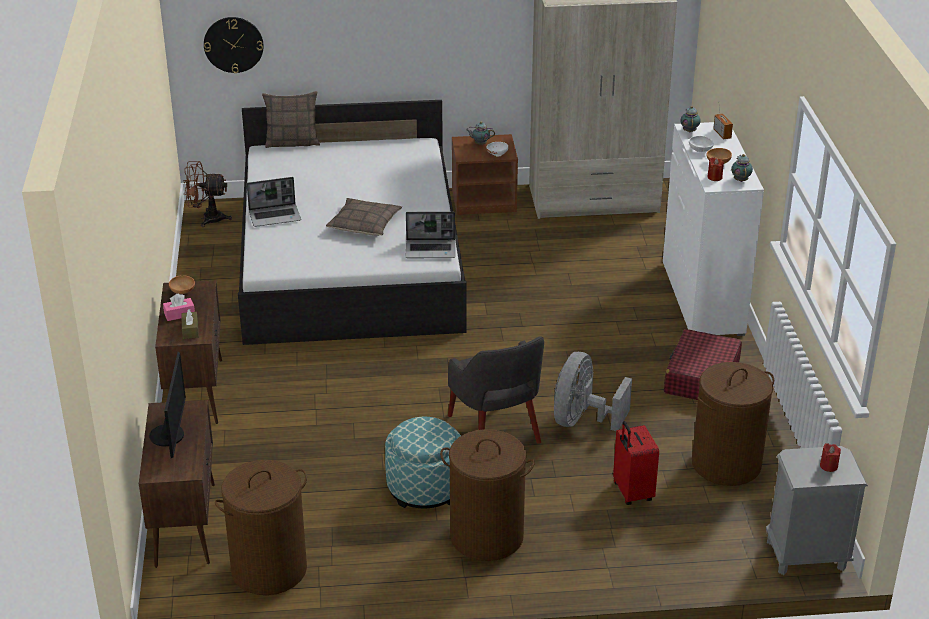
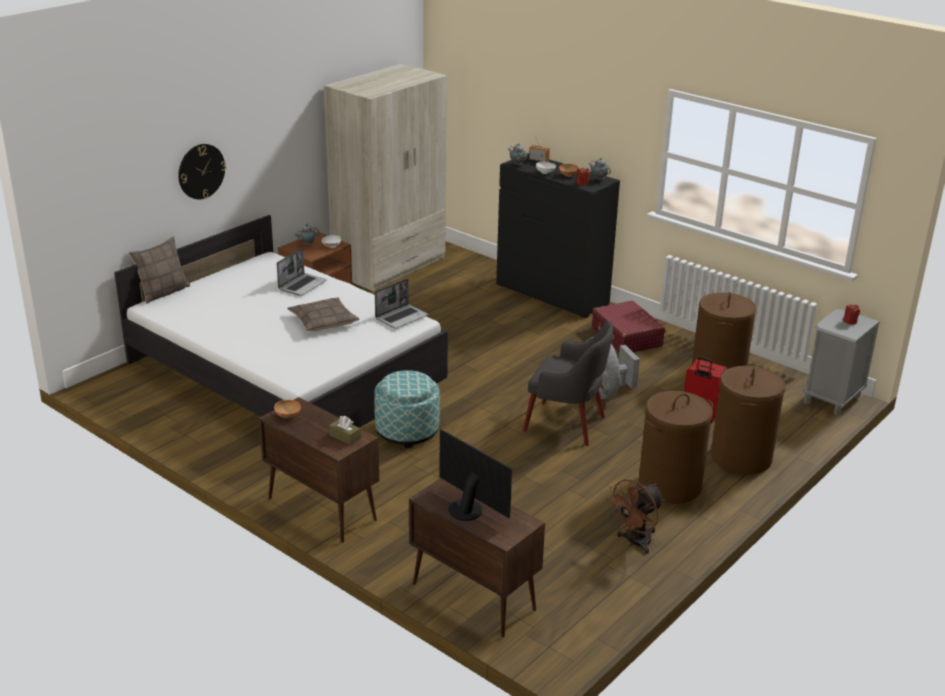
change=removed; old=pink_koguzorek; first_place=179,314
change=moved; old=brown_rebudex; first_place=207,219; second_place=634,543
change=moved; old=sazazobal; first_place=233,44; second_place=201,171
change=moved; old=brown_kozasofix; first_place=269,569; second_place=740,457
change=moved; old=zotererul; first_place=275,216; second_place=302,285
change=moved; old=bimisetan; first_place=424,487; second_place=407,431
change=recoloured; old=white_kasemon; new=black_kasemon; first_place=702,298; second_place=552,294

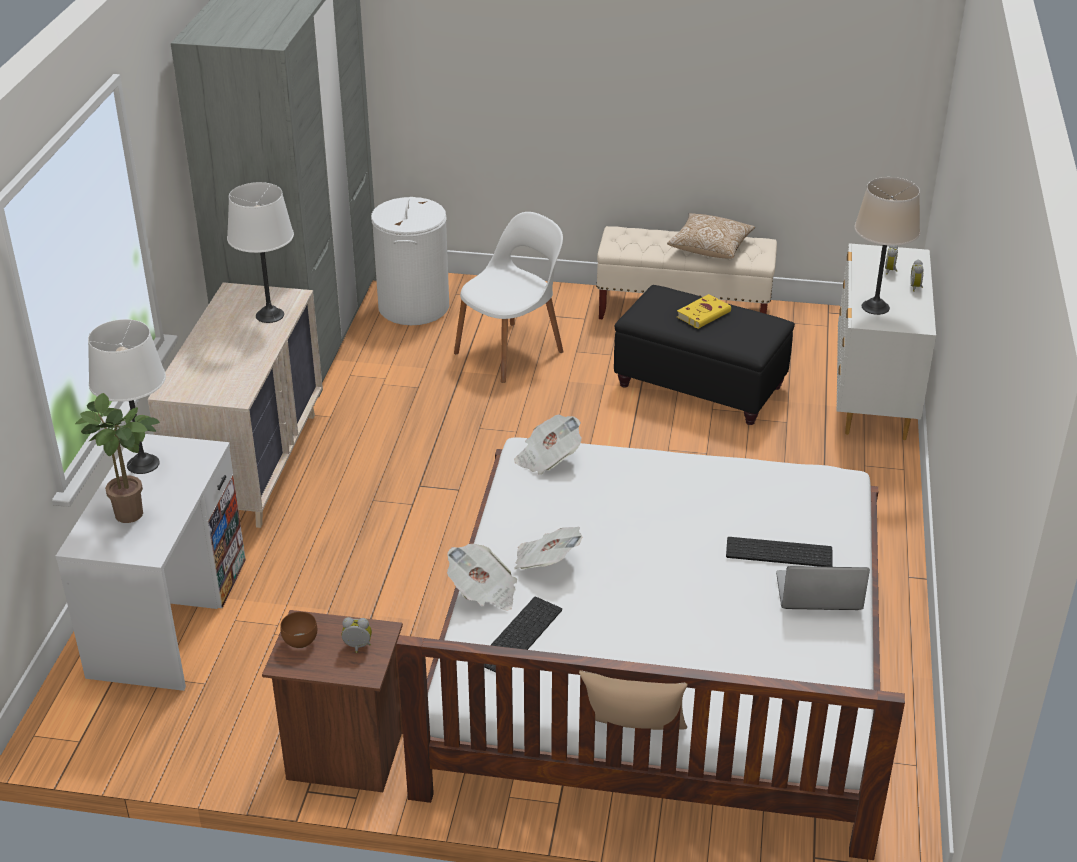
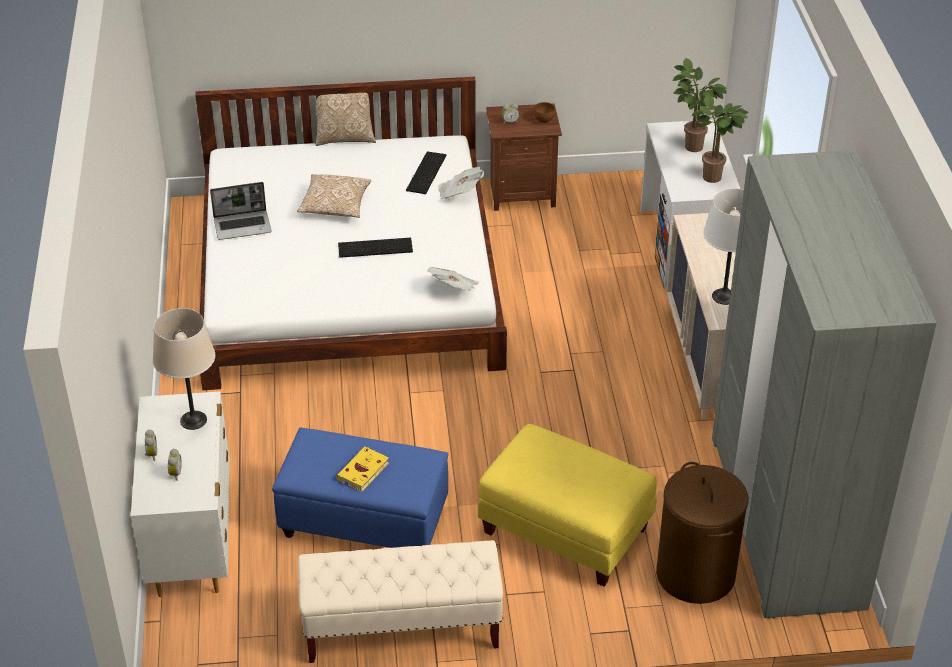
change=replaced; old=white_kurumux; new=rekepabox; first_place=143,464; second_place=715,177
change=recoloured; old=white_kozasofix; new=brown_kozasofix; first_place=413,307; second_place=696,574
change=replaced; old=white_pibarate; new=yellow_bimisetan; first_place=511,351; second_place=564,531
change=removed; old=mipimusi; first_place=546,562
change=recoloured; old=black_bimisetan; new=blue_bimisetan; first_place=701,386; second_place=363,521
change=moved; old=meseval; first_place=710,247; second_place=335,206
change=moved; old=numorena; first_place=778,553; second_place=376,247

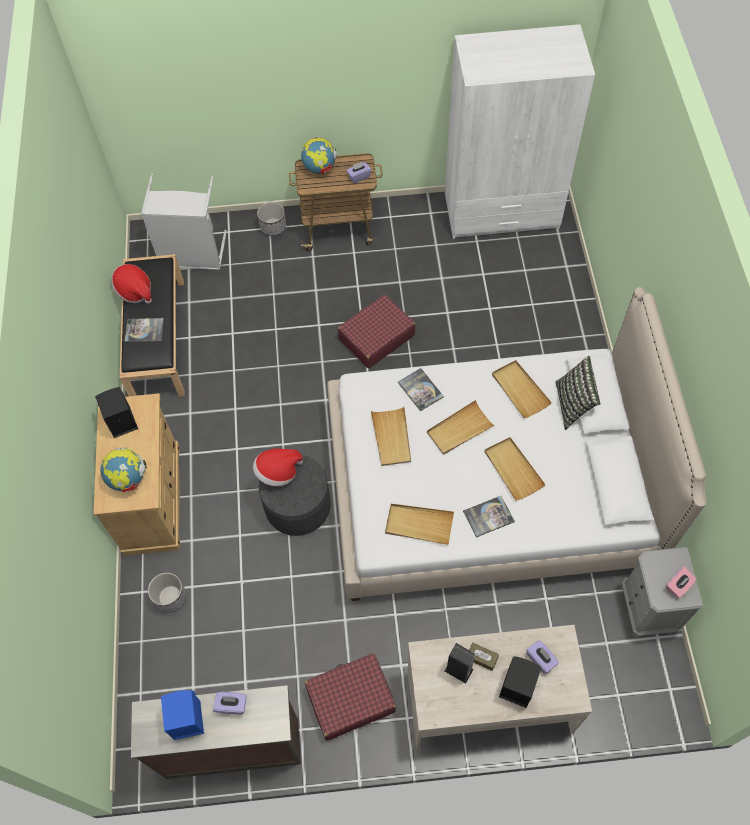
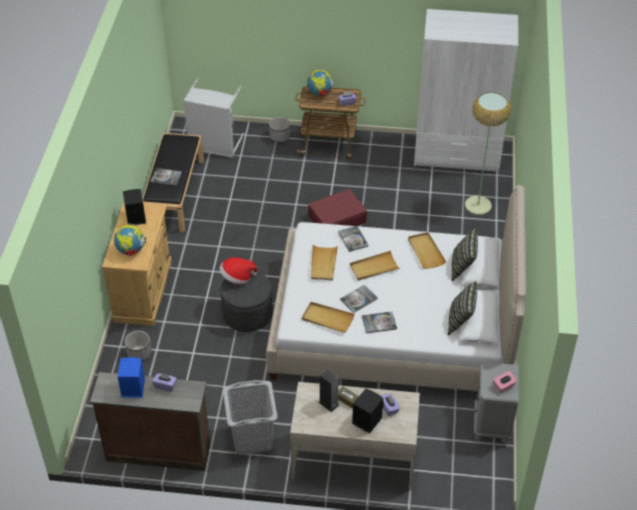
change=removed; old=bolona; first_place=134,291
change=replaced; old=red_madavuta; new=grey_kozasofix; first_place=350,699; second_place=251,439
change=removed; old=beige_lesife; first_place=513,469
change=added; new=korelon; second_place=358,299
change=added; new=meseval; second_place=460,320
change=added; new=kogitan; second_place=478,205

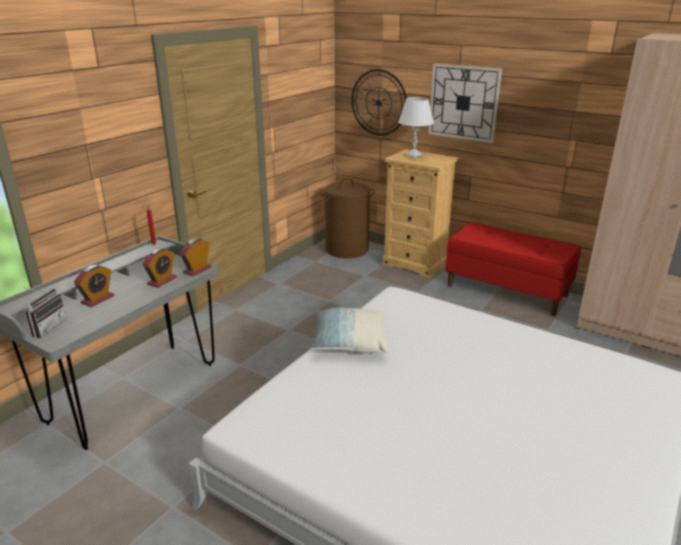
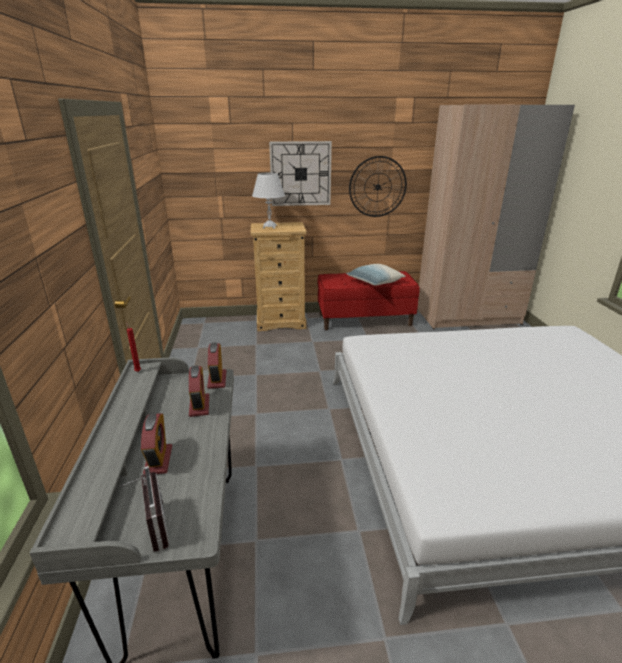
change=moved; old=meseval; first_place=349,342; second_place=374,282
change=removed; old=brown_kozasofix; first_place=347,249
change=moved; old=sazazobal; first_place=378,102; second_place=377,187

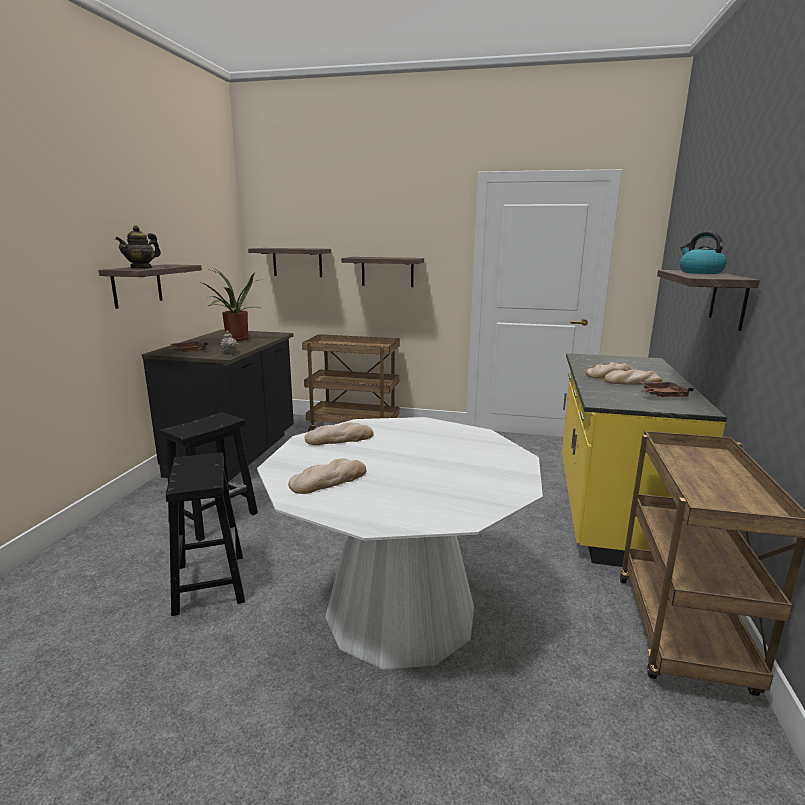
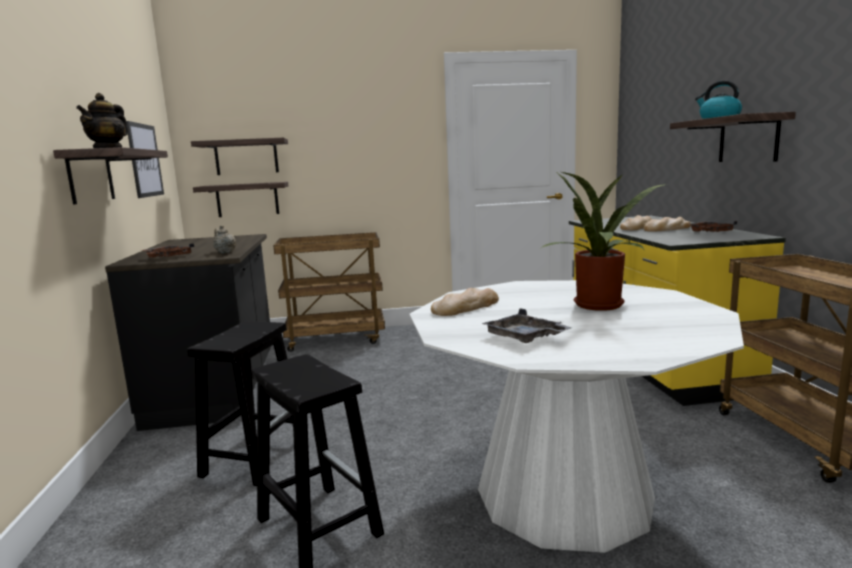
change=moved; old=rekepabox; first_place=235,339; second_place=601,306
change=replaced; old=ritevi; new=grey_lesife; first_place=328,480; second_place=525,338
change=moved; old=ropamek; first_place=387,271; second_place=247,199
change=added; new=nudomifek; second_place=145,160

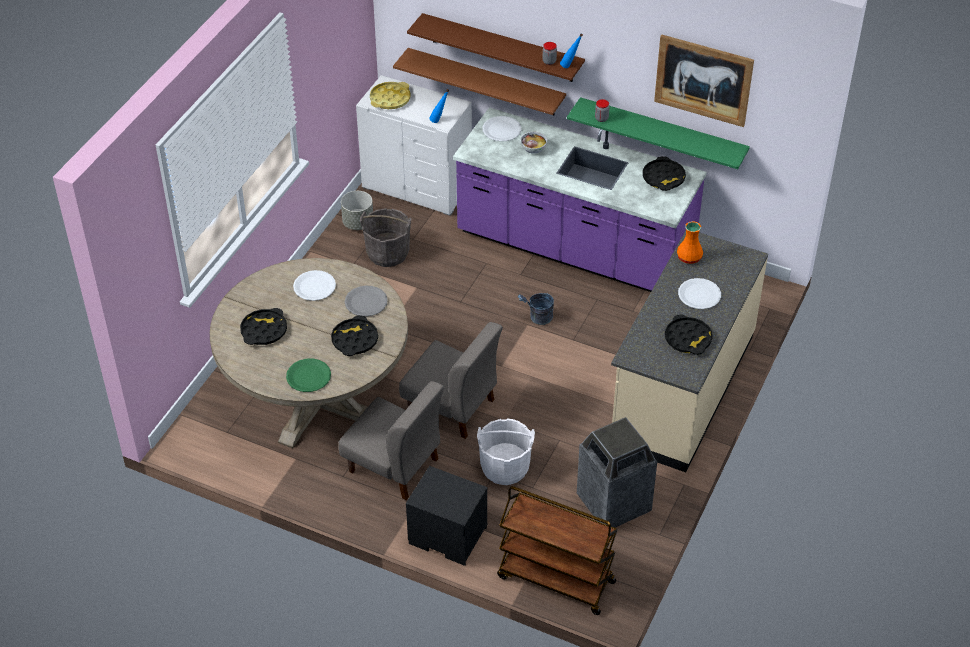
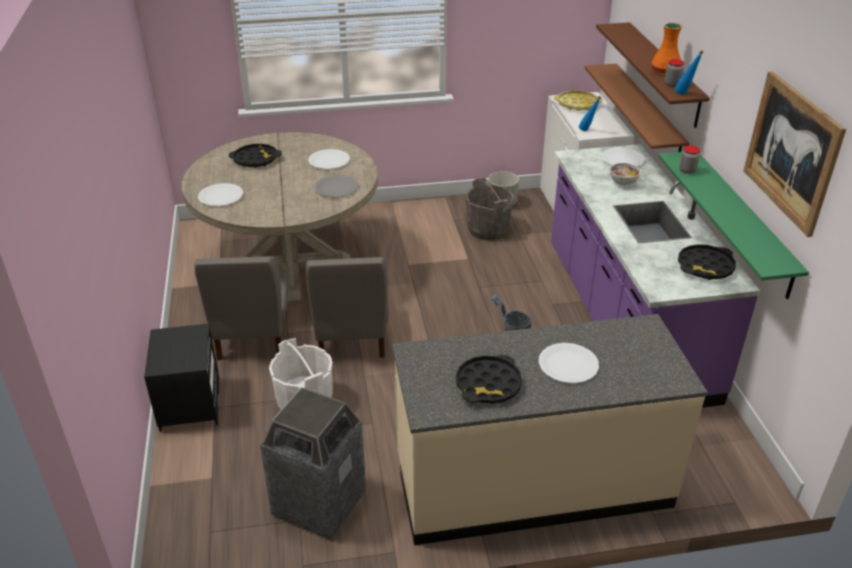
change=recoloured; old=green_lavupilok; new=white_lavupilok; first_place=308,376; second_place=221,196
change=removed; old=black_lesife; first_place=354,340
change=removed; old=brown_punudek; first_place=555,579
change=moved; old=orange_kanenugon; first_place=688,257; second_place=664,71

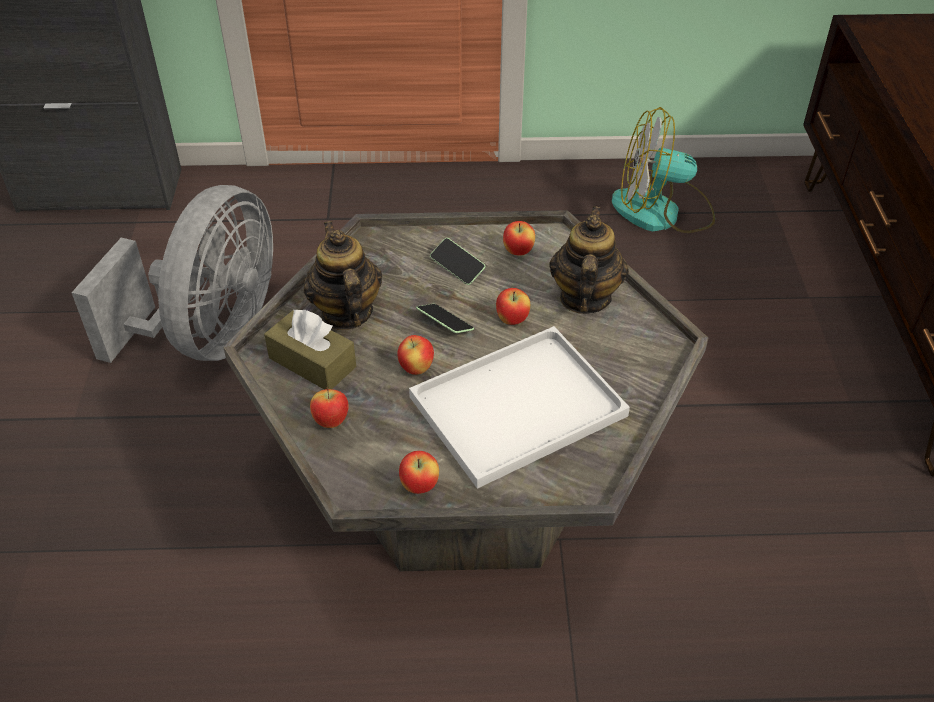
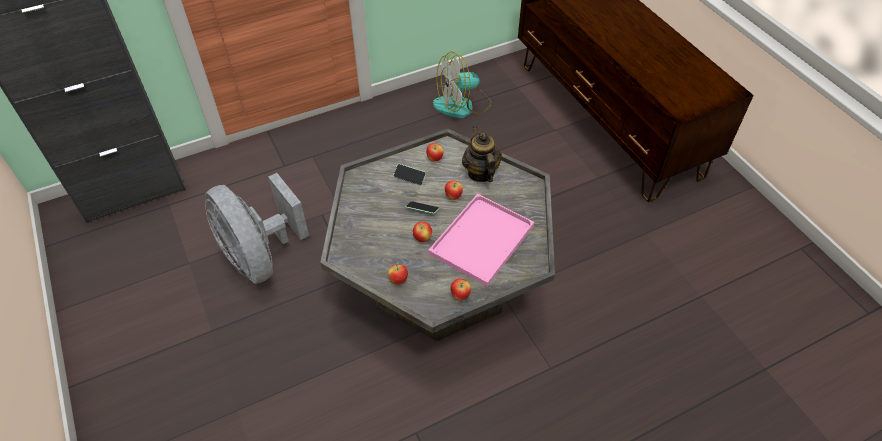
change=turned; old=grey_rebudex; first_place=211,336; second_place=260,256; degrees=150
change=removed; old=brown_koguzorek; first_place=312,362
change=removed; old=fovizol; first_place=346,313
change=recoloured; old=white_lesife; new=pink_lesife; first_place=515,409; second_place=481,241

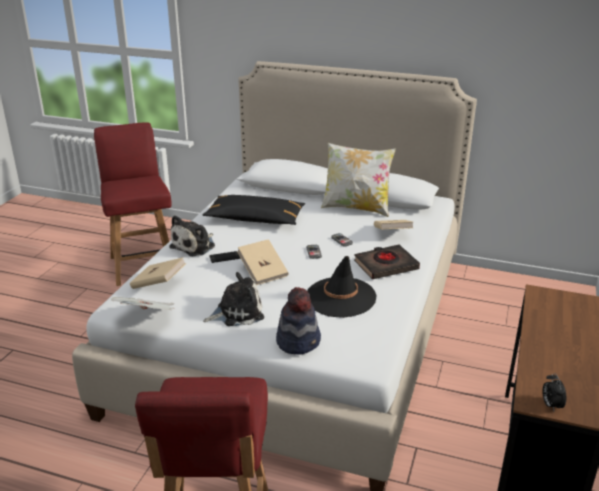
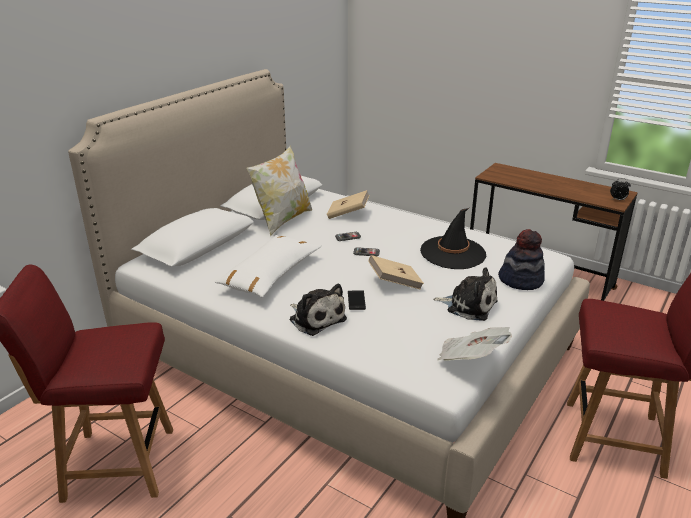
change=removed; old=beige_korelon; first_place=159,284
change=recoloured; old=black_meseval; new=white_meseval; first_place=255,219; second_place=270,275
change=turned; old=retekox; first_place=237,312; second_place=468,305; degrees=120
change=removed; old=black_korelon; first_place=386,265

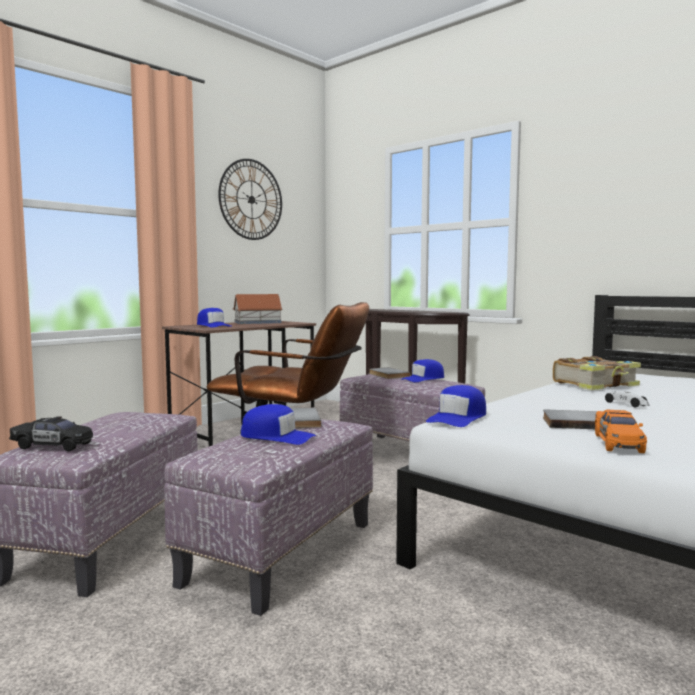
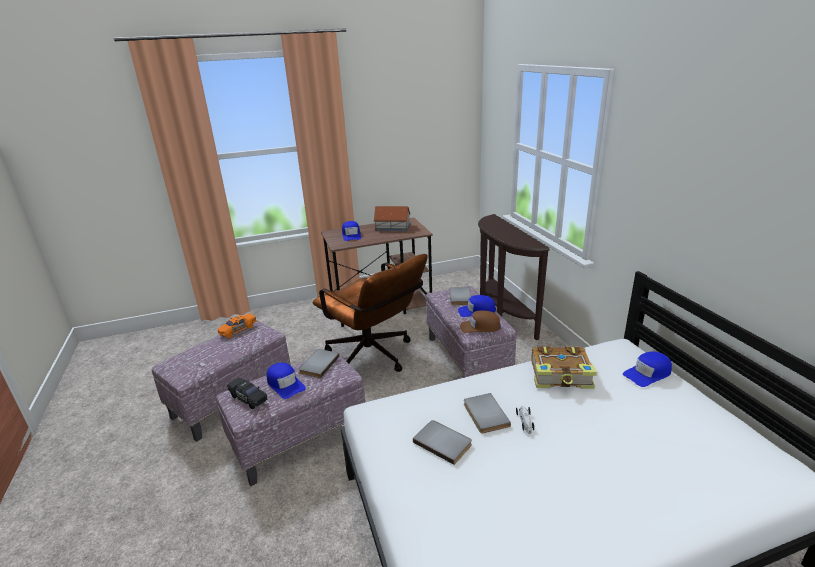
change=moved; old=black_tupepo; first_place=53,446; second_place=248,398
change=removed; old=sazazobal; first_place=251,199
change=moved; old=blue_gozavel; first_place=458,418; second_place=648,374
change=moved; old=orange_tupepo; first_place=618,443; second_place=238,330
change=added; new=brown_gozavel; second_place=480,327
change=added; new=grey_korelon; second_place=484,415

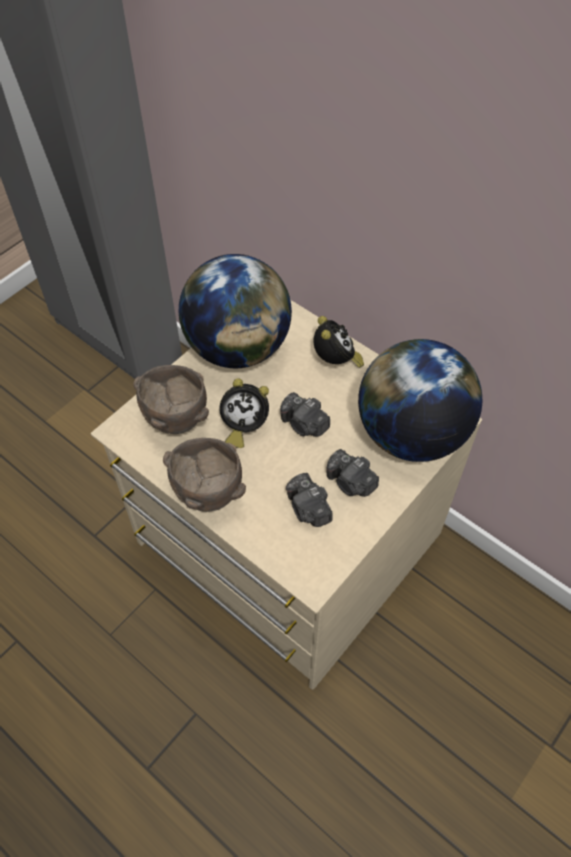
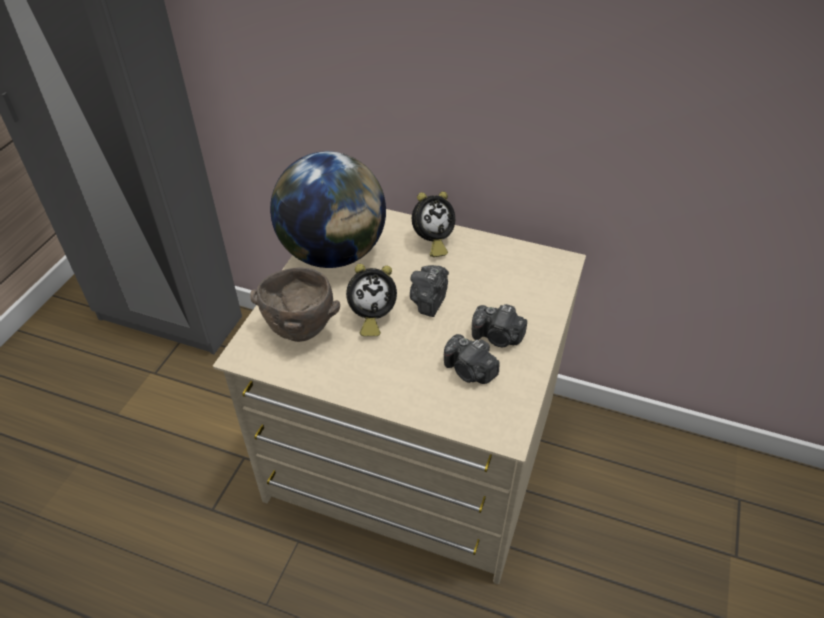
change=removed; old=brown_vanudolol; first_place=210,495
change=turned; old=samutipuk; first_place=304,425; second_place=429,300; degrees=90
change=turned; old=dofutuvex; first_place=335,362; second_place=432,242; degrees=90
change=removed; old=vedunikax; first_place=411,434

